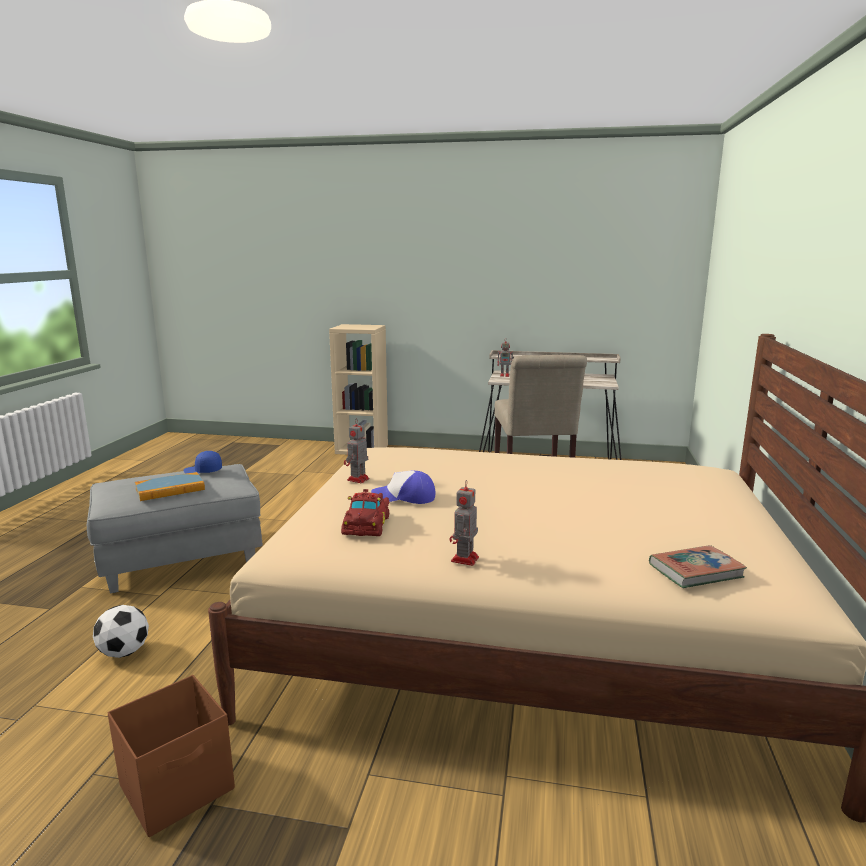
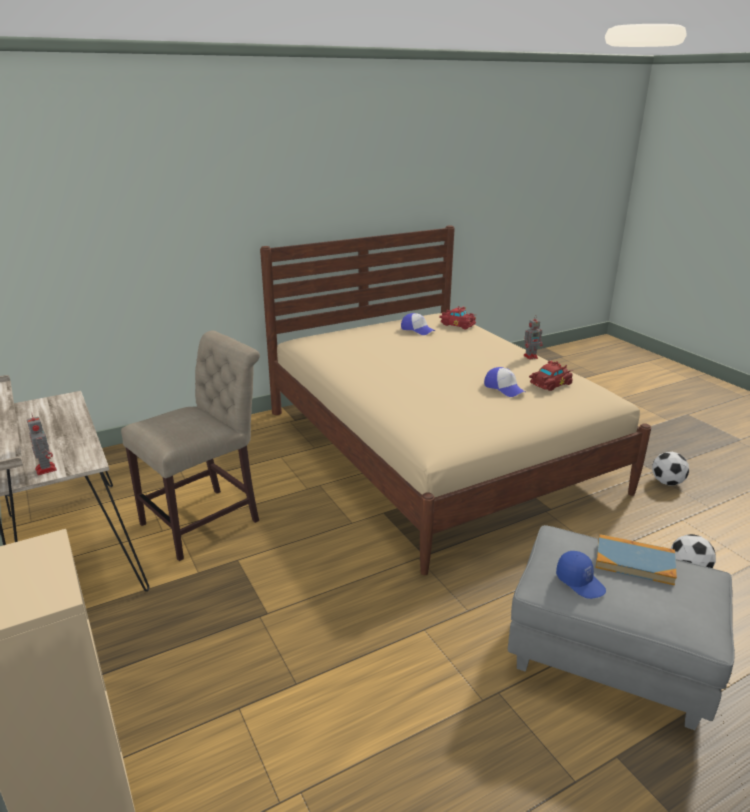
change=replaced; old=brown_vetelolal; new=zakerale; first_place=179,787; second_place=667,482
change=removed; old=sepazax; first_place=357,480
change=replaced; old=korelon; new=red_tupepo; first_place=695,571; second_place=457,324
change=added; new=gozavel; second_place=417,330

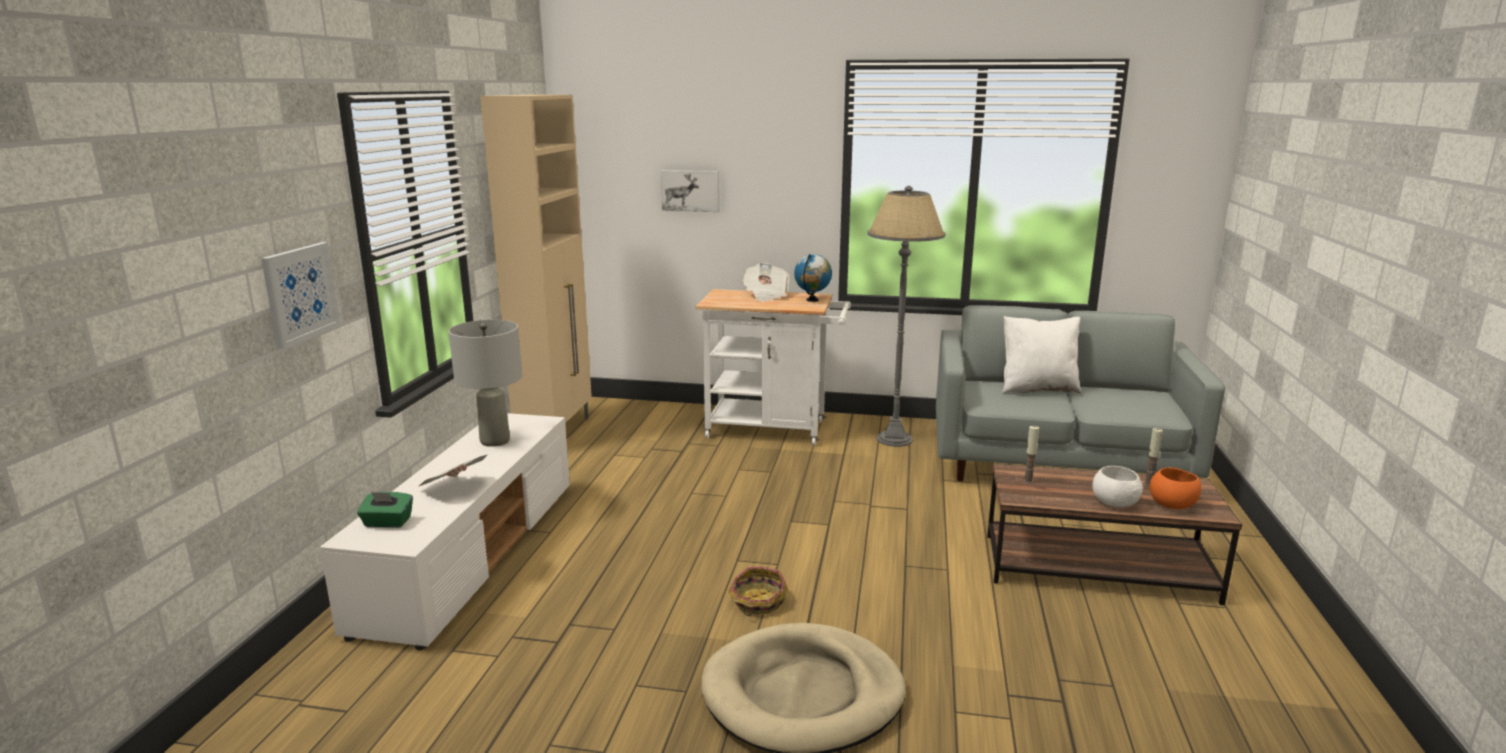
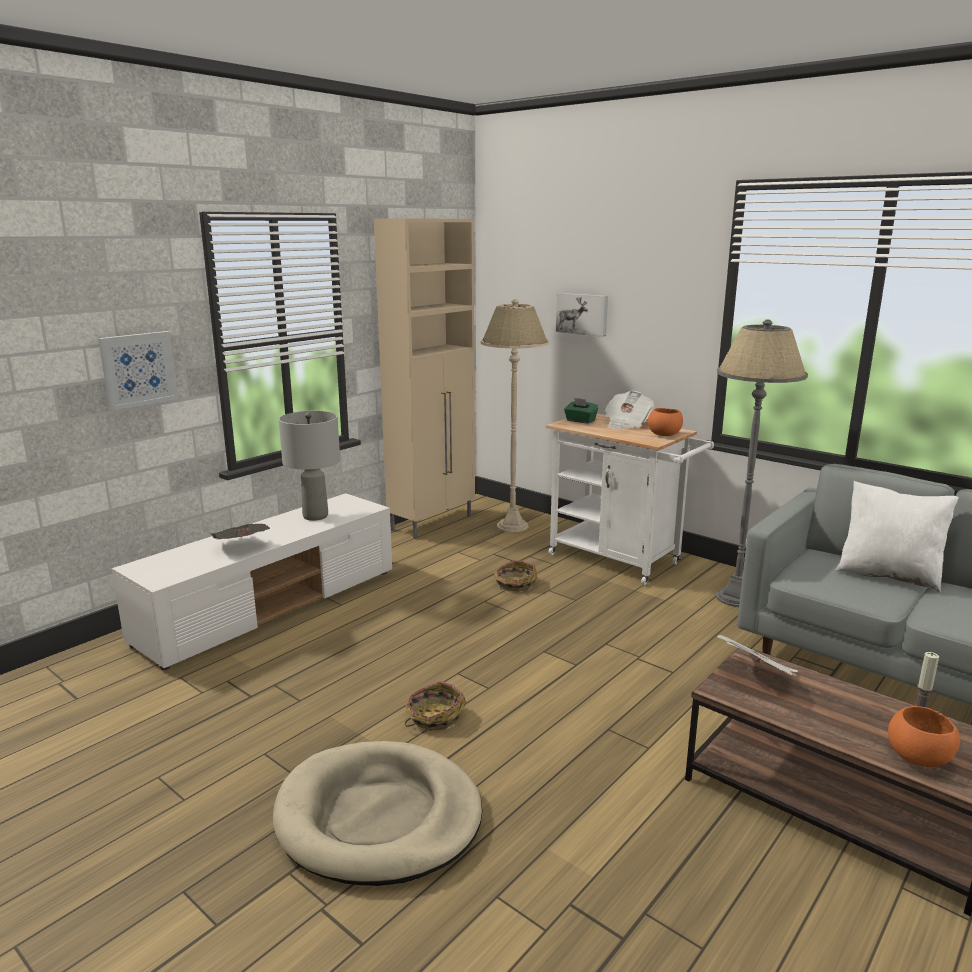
change=moved; old=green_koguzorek; first_place=387,523; second_place=580,421
change=replaced; old=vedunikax; new=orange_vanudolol; first_place=812,300; second_place=665,434
change=replaced; old=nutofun; new=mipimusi; first_place=1028,481; second_place=758,675
change=removed; old=white_vanudolol; first_place=1114,503
change=added; new=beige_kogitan; second_place=512,526
change=added; new=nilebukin; second_place=515,584

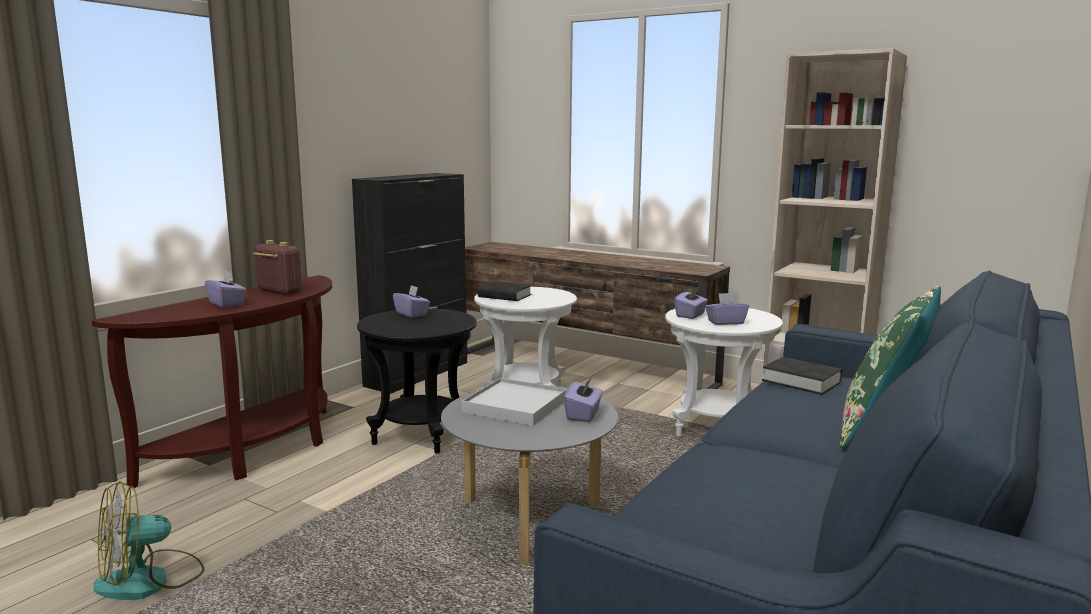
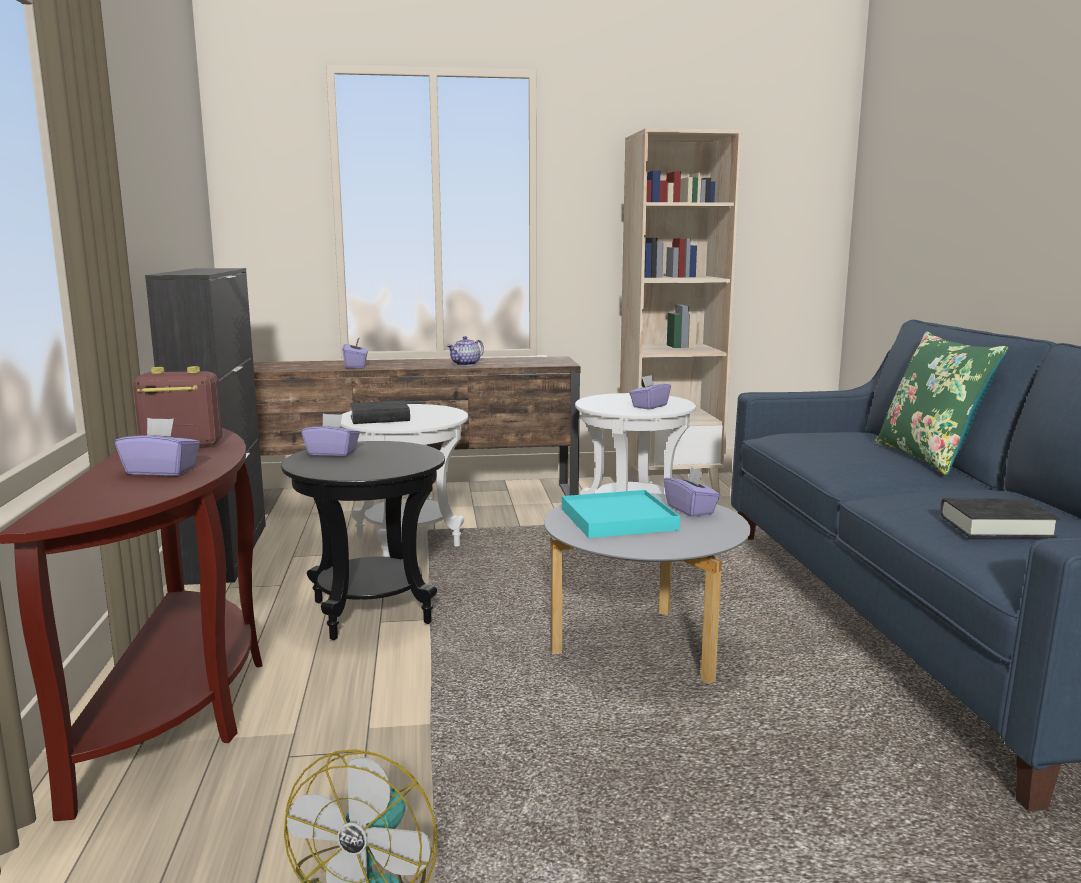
change=recoloured; old=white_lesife; new=turquoise_lesife; first_place=515,406; second_place=618,519
change=moved; old=purple_koguzorek; first_place=690,315; second_place=356,366
change=moved; old=black_korelon; first_place=801,381; second_place=996,526
change=added; new=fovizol; second_place=466,364

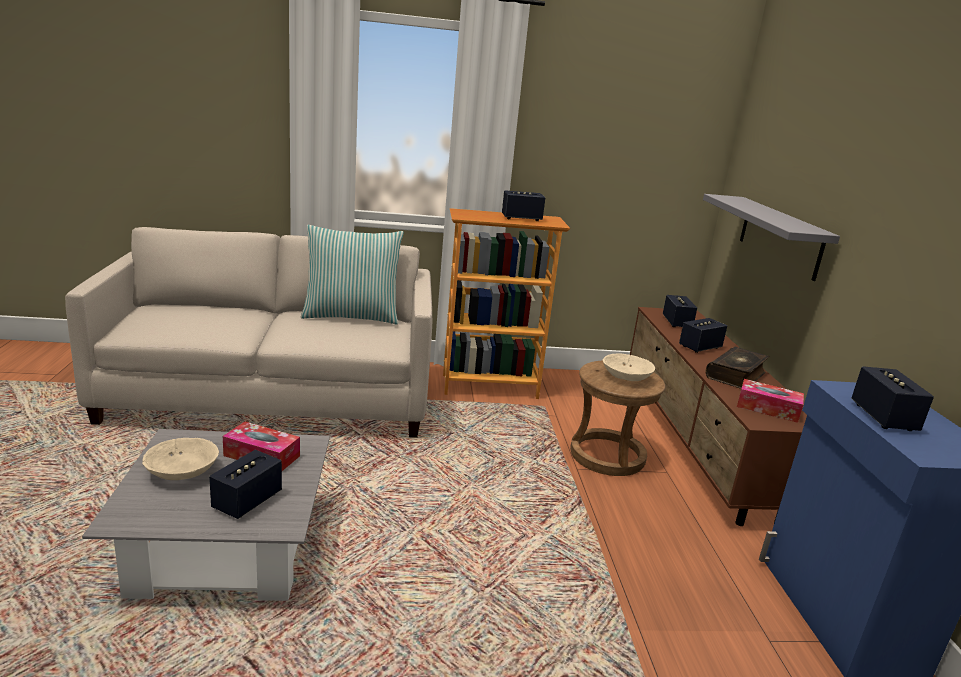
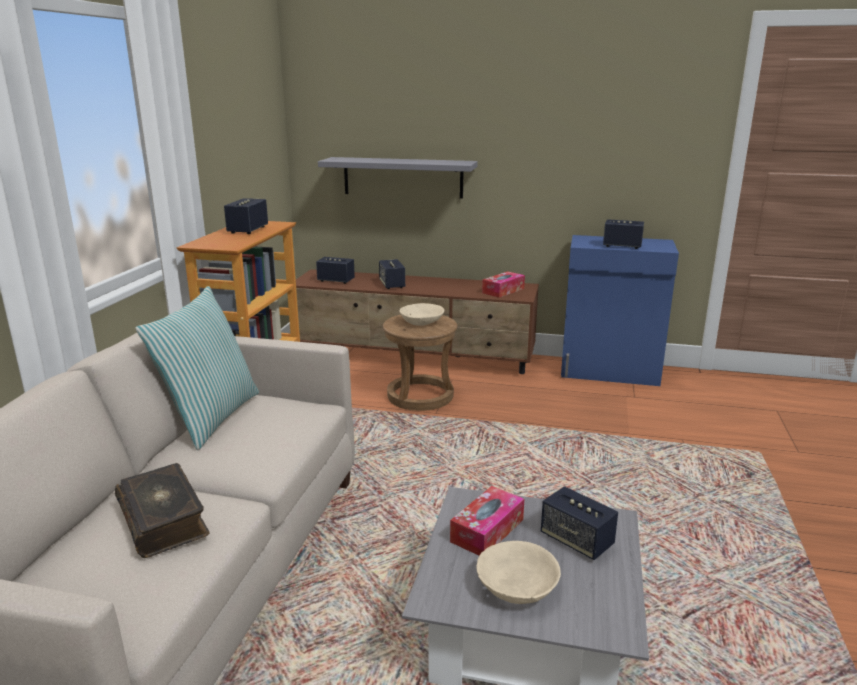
change=moved; old=korelon; first_place=736,375; second_place=164,520

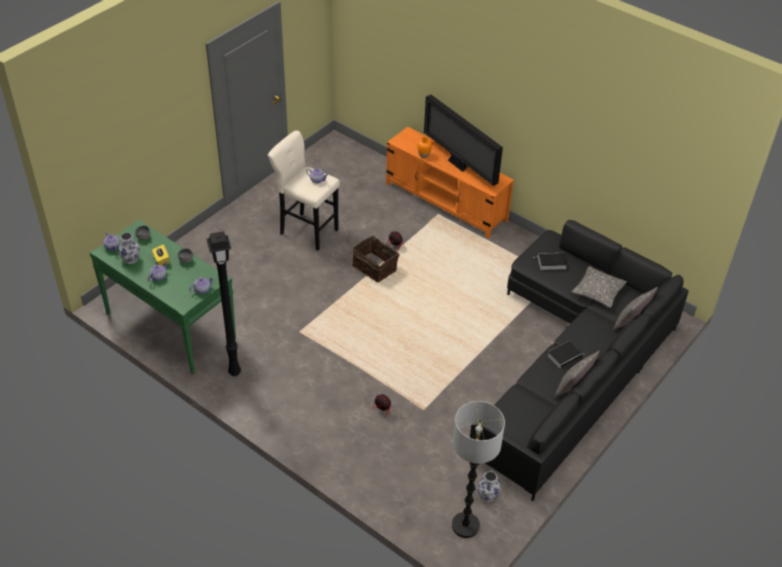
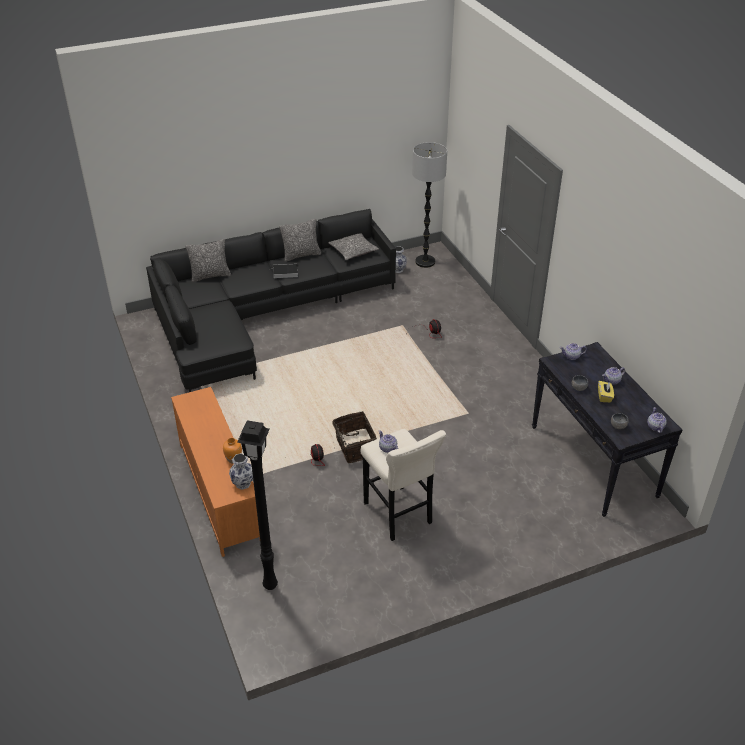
change=recoloured; old=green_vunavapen; new=black_vunavapen; first_place=170,326; second_place=593,461
change=moved; old=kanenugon; first_place=131,259; second_place=242,483
change=moved; old=black_kogitan; first_place=233,372; second_place=271,586
change=removed; old=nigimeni; first_place=458,165
change=removed; old=korelon; first_place=551,263
change=moved; old=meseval; first_place=598,291; second_place=353,251

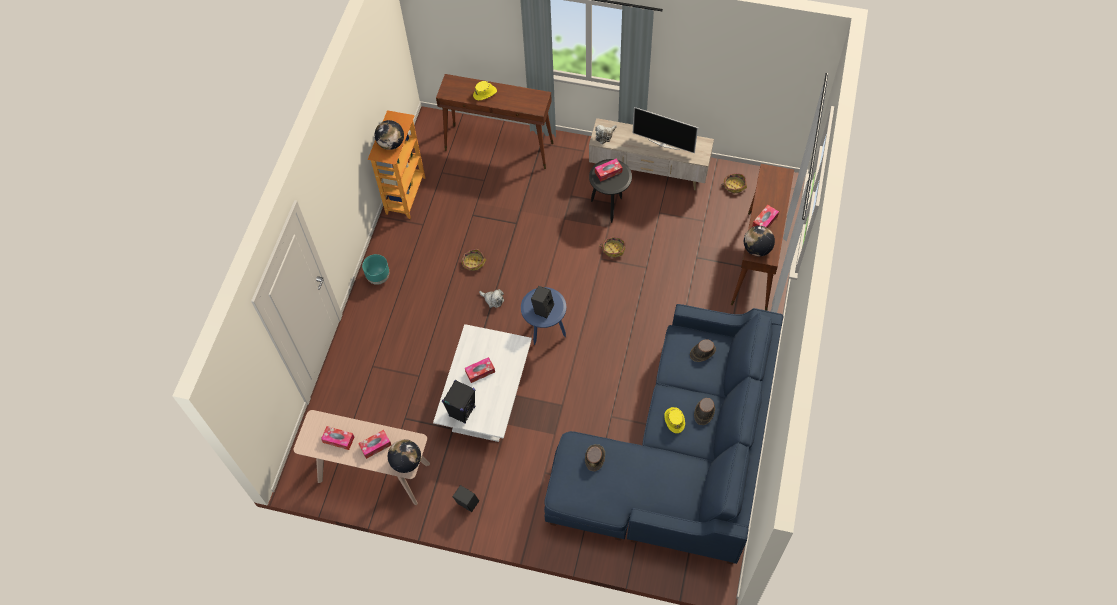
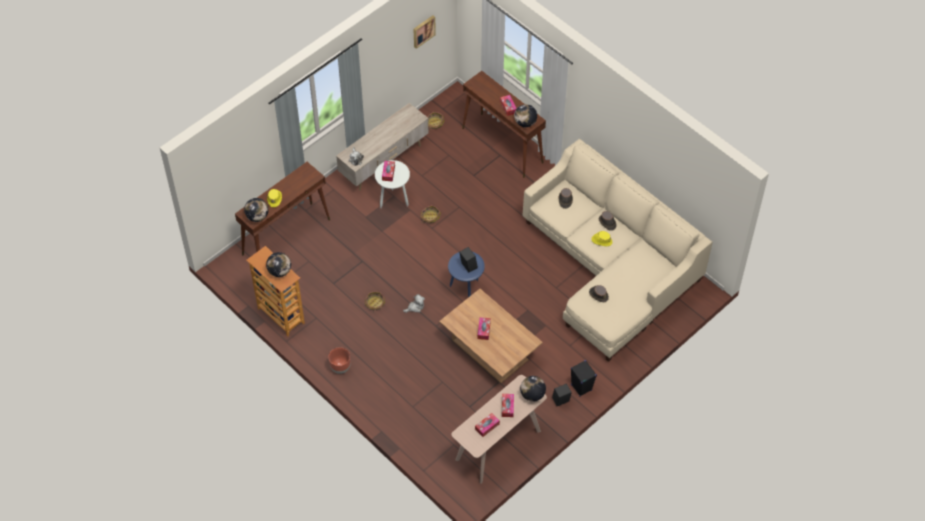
change=recoloured; old=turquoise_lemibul; new=brown_lemibul; first_place=378,277; second_place=340,368
change=recoloured; old=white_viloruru; new=brown_viloruru; first_place=486,398; second_place=490,350
change=moved; old=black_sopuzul; first_place=462,411; second_place=581,387
change=recoloured; old=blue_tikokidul; new=beige_tikokidul; first_place=677,456; second_place=609,267
change=recoloured; old=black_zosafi; new=white_zosafi; first_place=609,206; second_place=393,200
change=removed; old=nigimeni; first_place=664,144
change=added; new=vedunikax; second_place=257,217
change=added; new=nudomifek; second_place=423,31

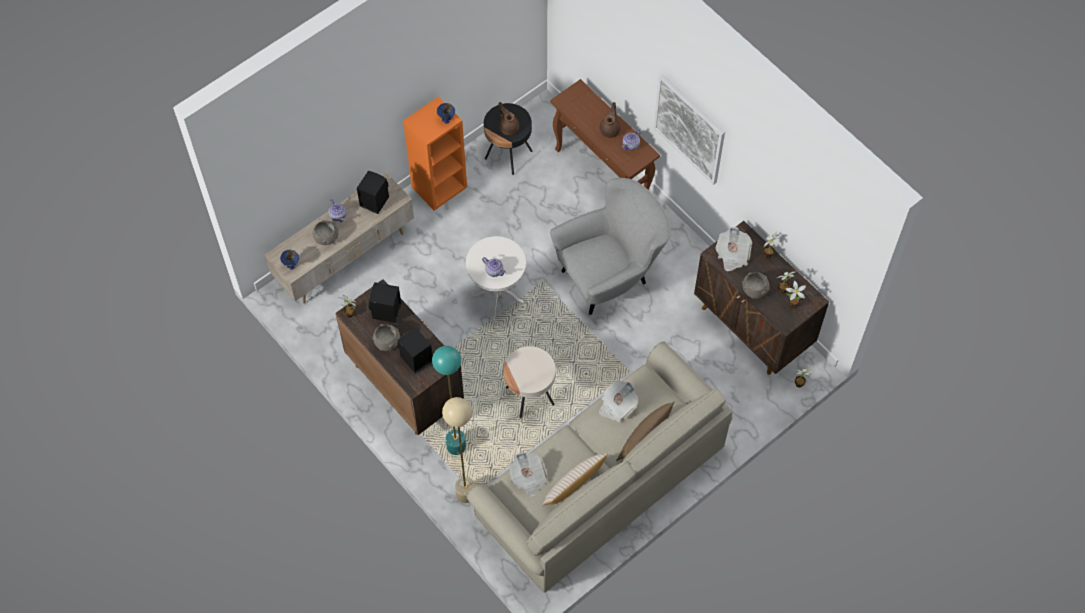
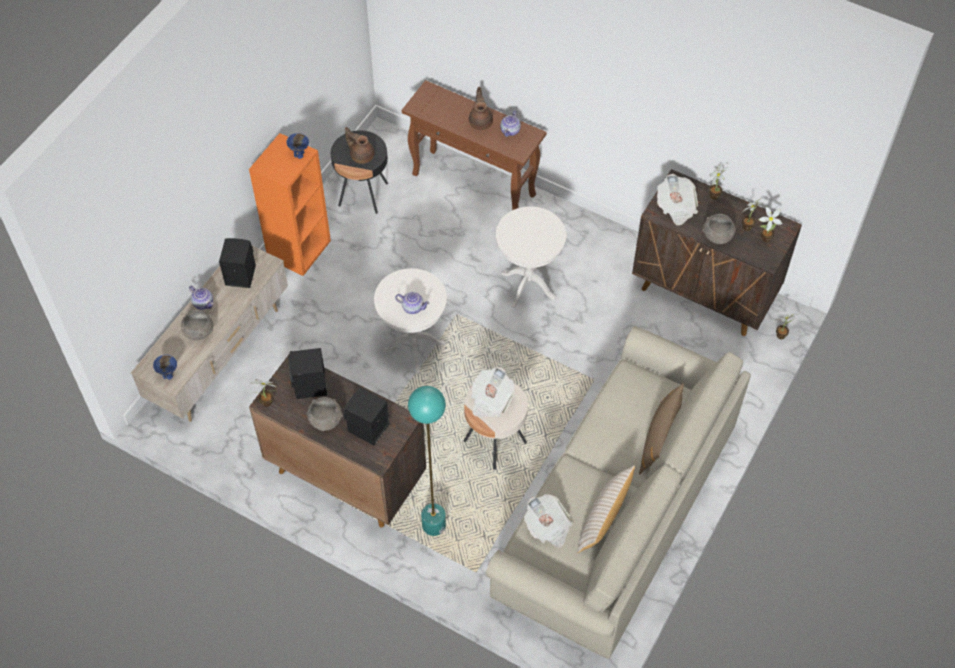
change=removed; old=beige_kogitan; first_place=465,493
change=replaced; old=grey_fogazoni; new=white_zosafi; first_place=610,275; second_place=528,285
change=moved; old=mipimusi; first_place=617,406; second_place=490,400
change=removed; old=nudomifek; first_place=689,128

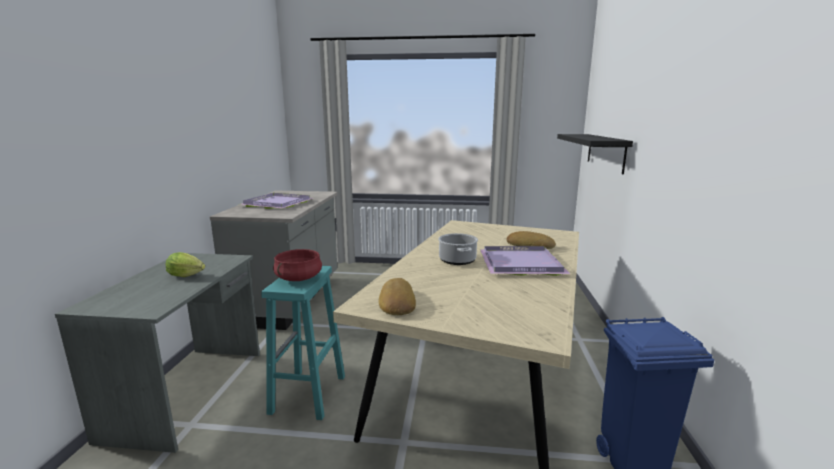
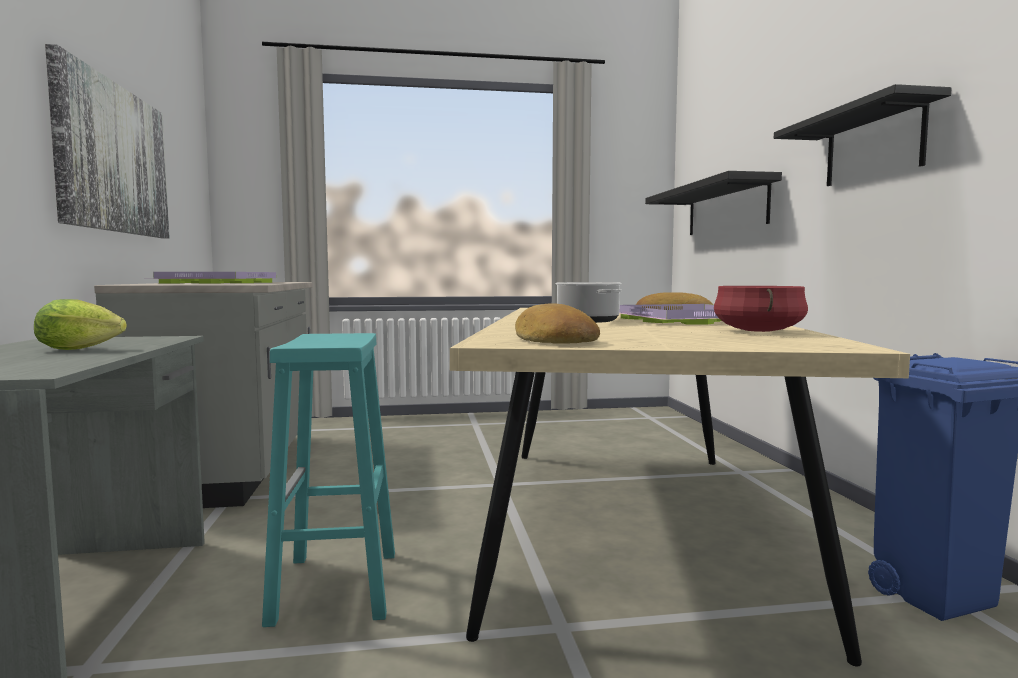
change=moved; old=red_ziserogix; first_place=298,278; second_place=757,331
change=added; new=nudomifek; second_place=114,159
change=added; new=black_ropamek; second_place=873,145

